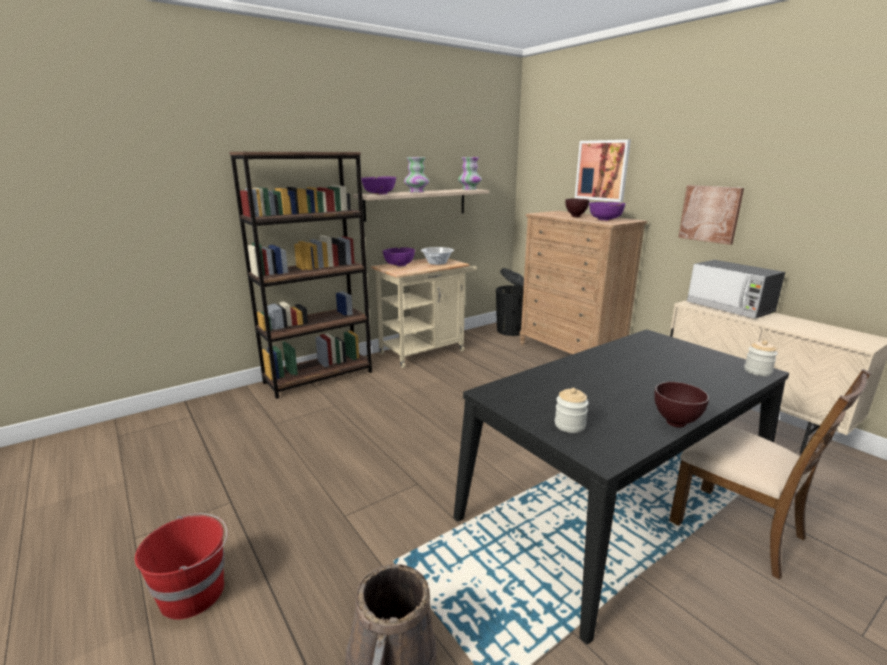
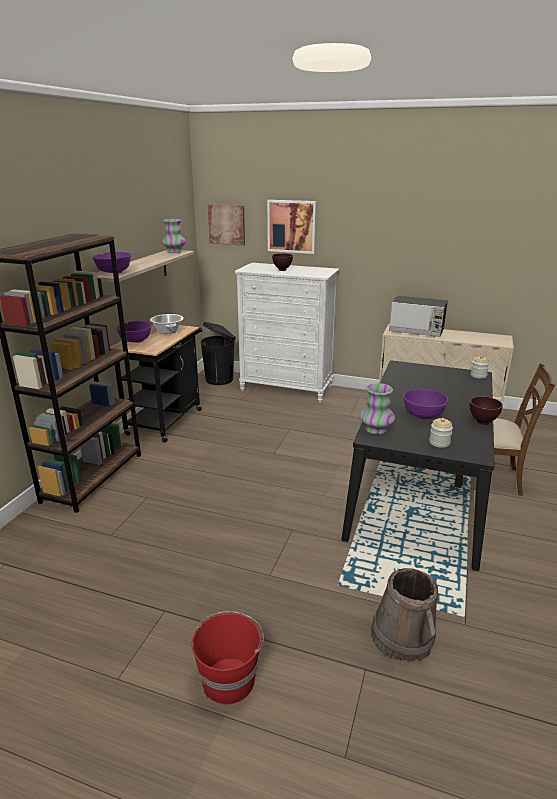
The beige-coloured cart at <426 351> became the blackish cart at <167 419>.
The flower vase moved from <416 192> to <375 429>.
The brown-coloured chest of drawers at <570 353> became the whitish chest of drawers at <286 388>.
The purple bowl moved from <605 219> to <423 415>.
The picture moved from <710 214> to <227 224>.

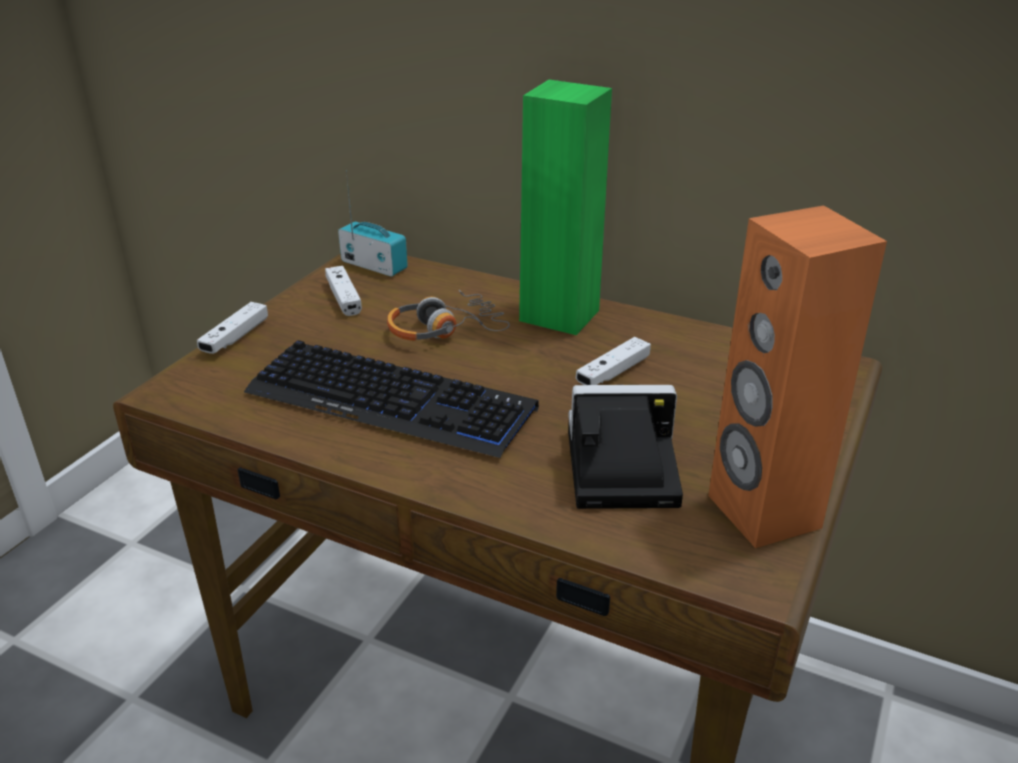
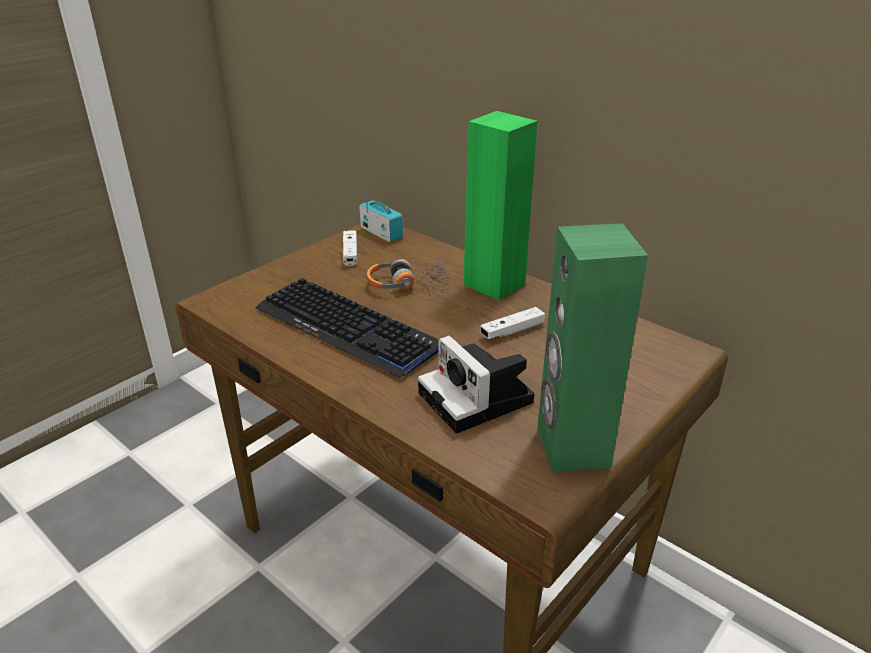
The whitish joypad at <235 337> disappeared.
The still camera at <616 469> turned 135 degrees counterclockwise.
The orangey audio speaker at <762 512> became the greenish audio speaker at <571 448>.

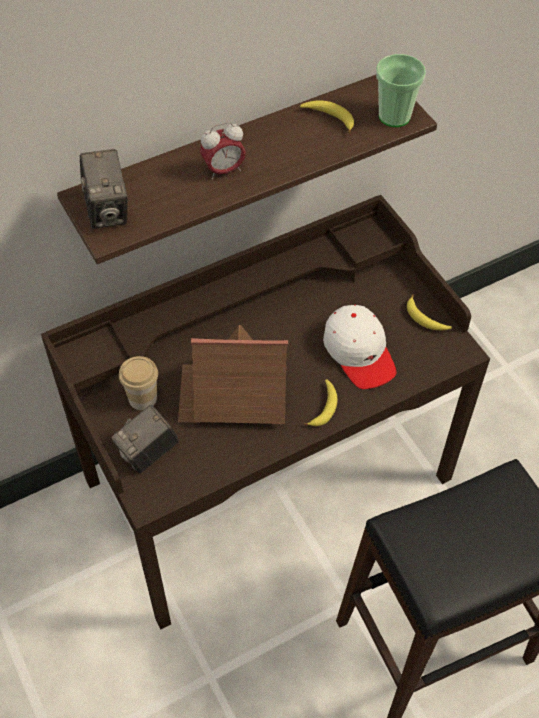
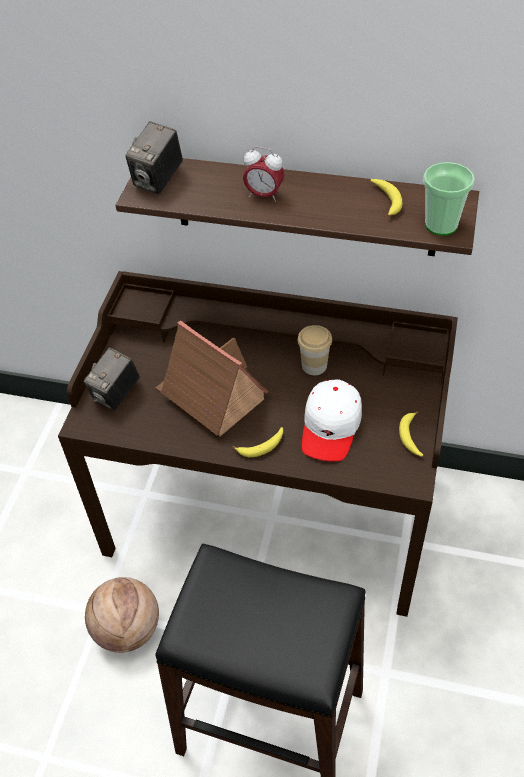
The still camera at <148 453> turned 60 degrees counterclockwise.
The small cup moved from <142 398> to <314 365>.
The ball for basketball at <128 629> appeared.

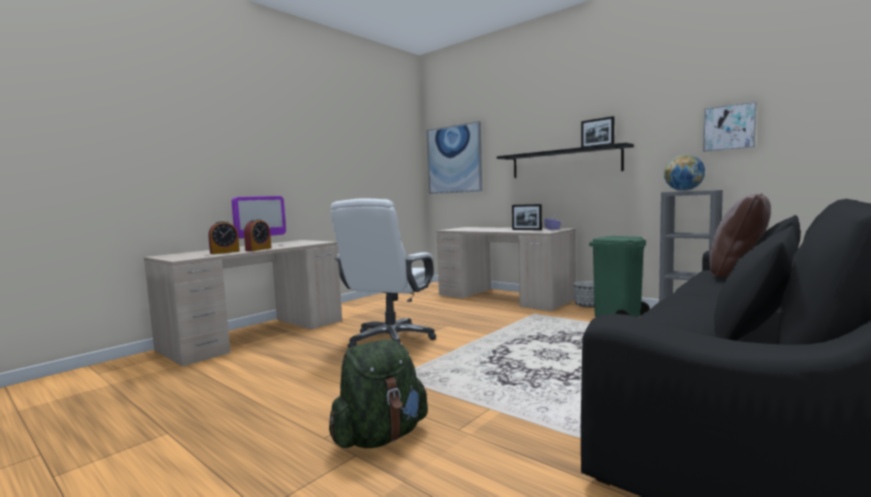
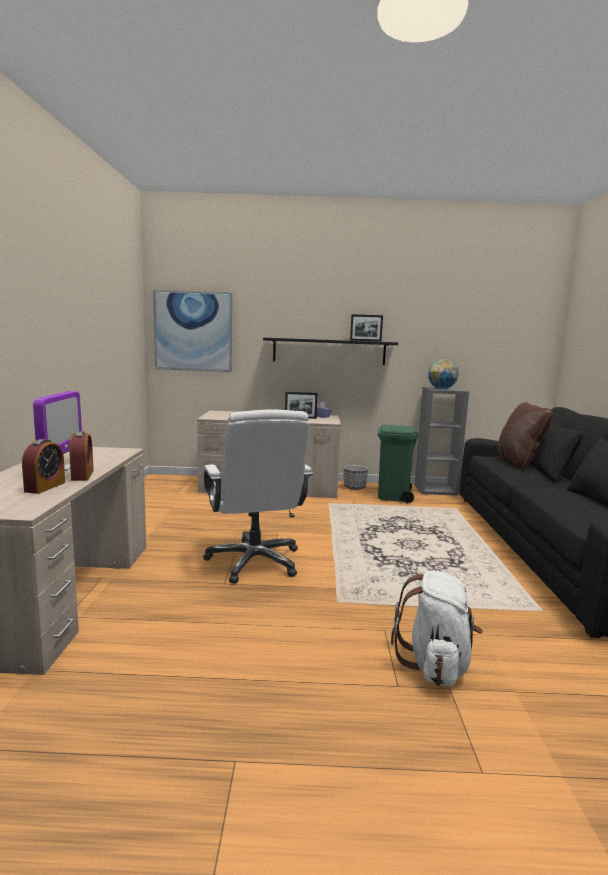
The greenish backpack at <380 437> became the whitish backpack at <435 664>.
The picture at <729 127> disappeared.

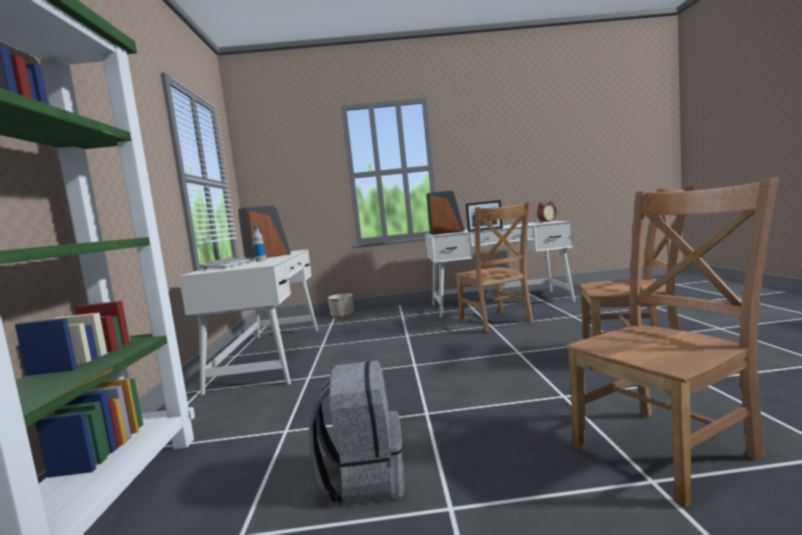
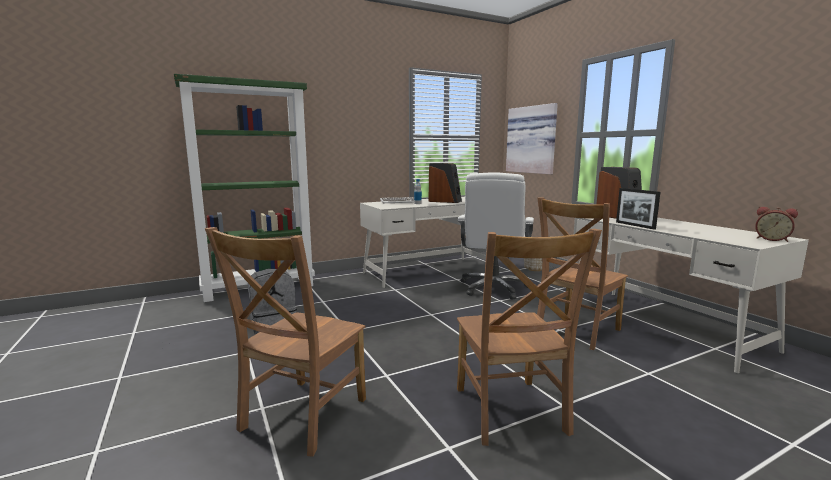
The brown-coloured upright chair at <668 449> turned 75 degrees clockwise.
The whitish computer chair at <493 288> appeared.
The picture at <532 140> appeared.

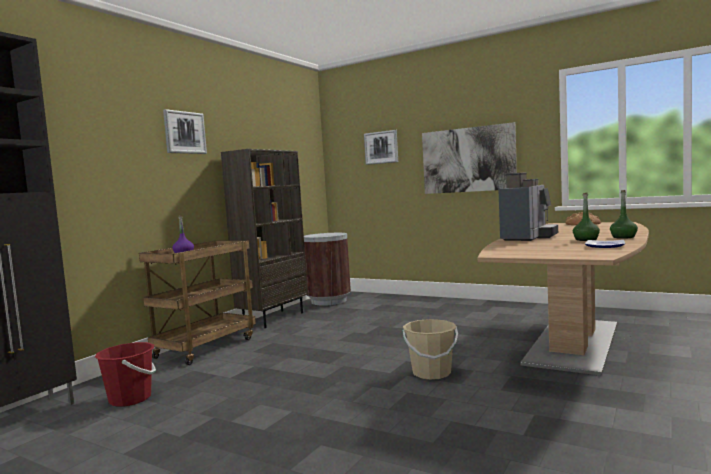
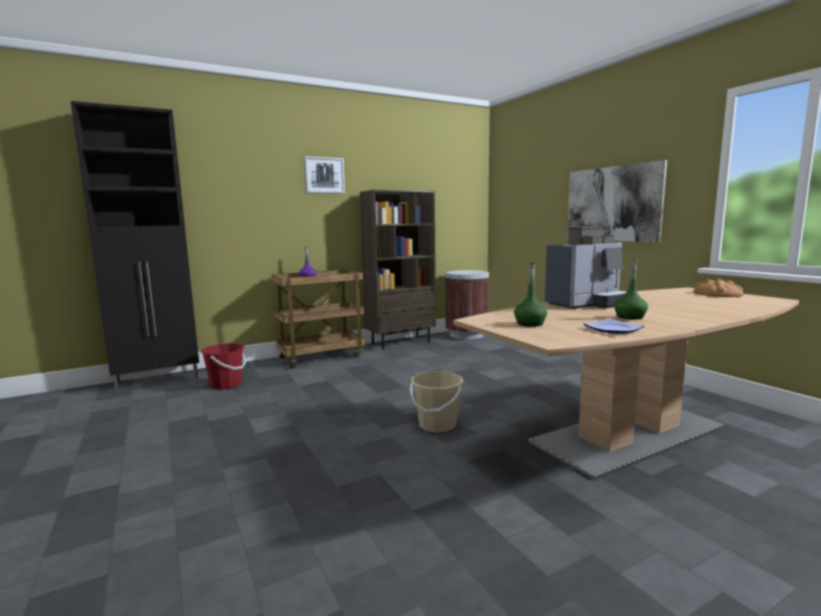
The picture at <381 147> disappeared.
The greenish bottle moved from <623 237> to <530 324>.

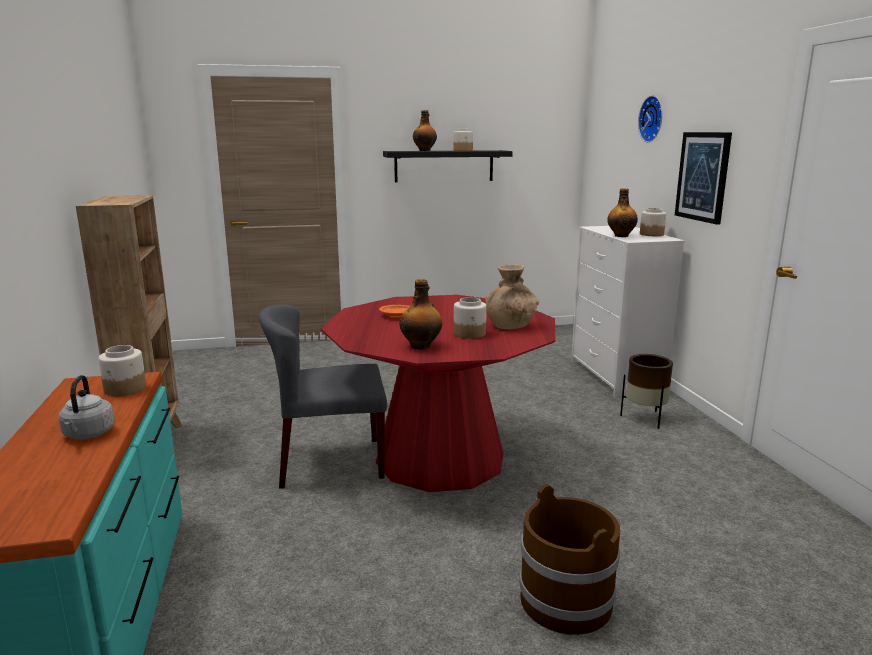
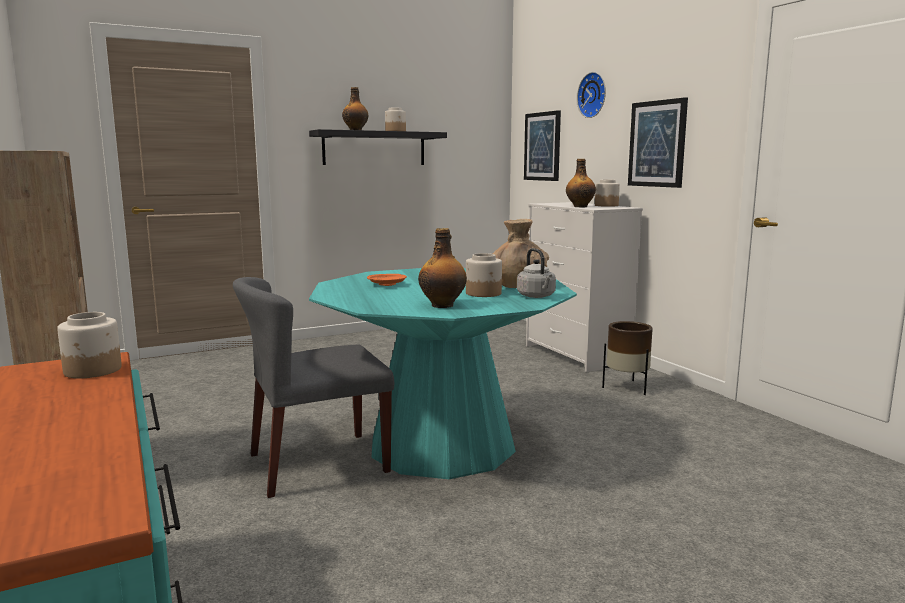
The grey tea kettle moved from <88 434> to <537 296>.
The red-coloured dining table at <440 458> became the turquoise-coloured dining table at <442 445>.
The brown-coloured water bucket at <566 601> disappeared.
The picture at <542 146> appeared.

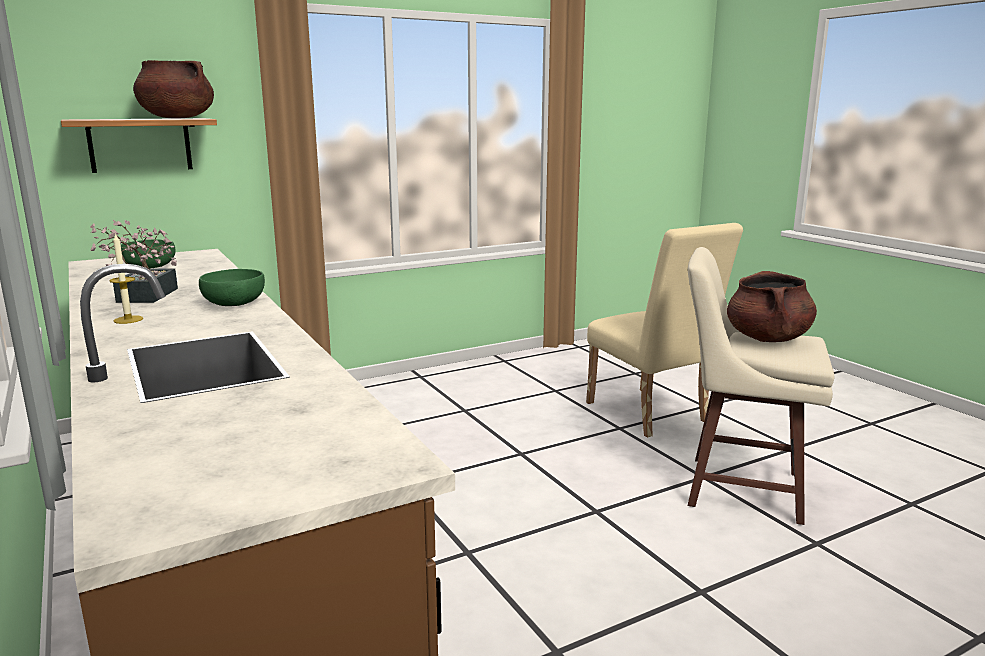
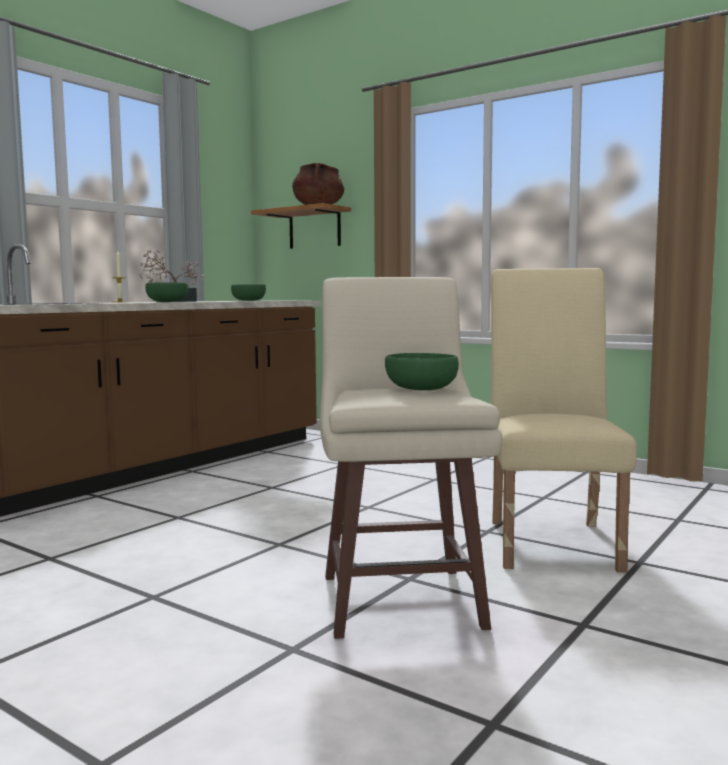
The beige-coloured upright chair at <651 415> turned 150 degrees clockwise.
The brown-coloured saucepot at <768 338> was replaced by the greenish bowl at <420 389>.

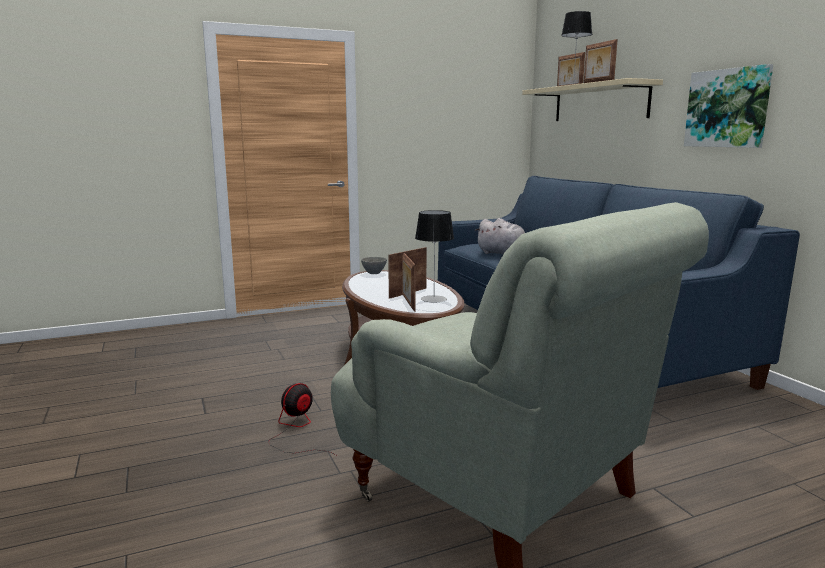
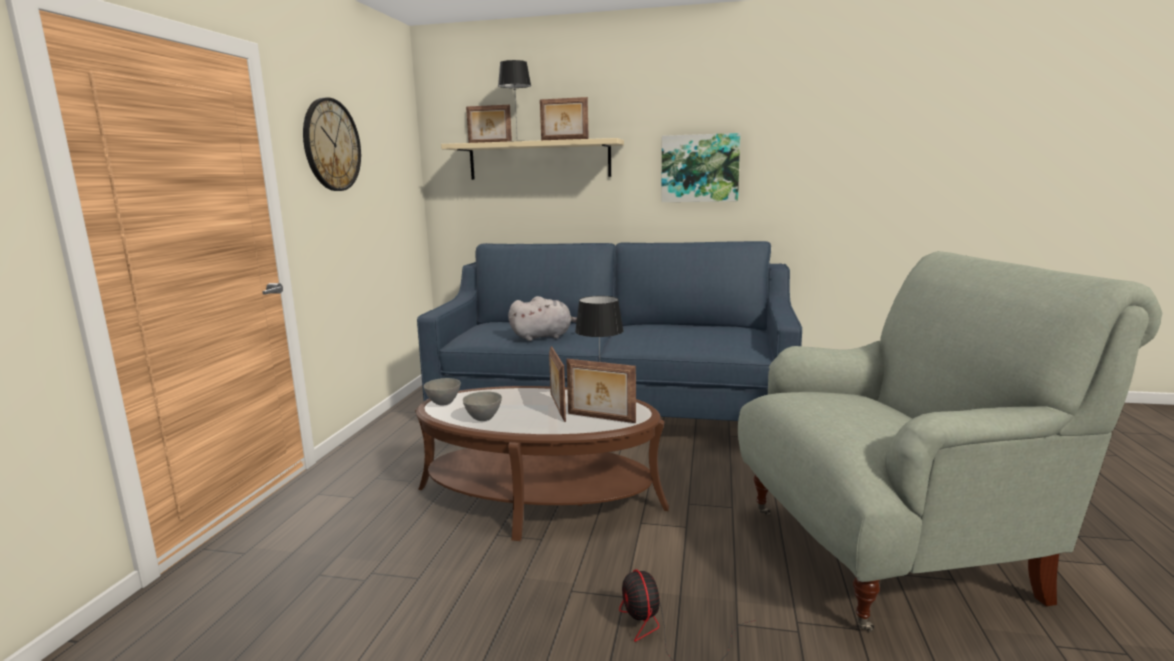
The hanging clock at <331 145> appeared.
The grey bowl at <483 419> appeared.

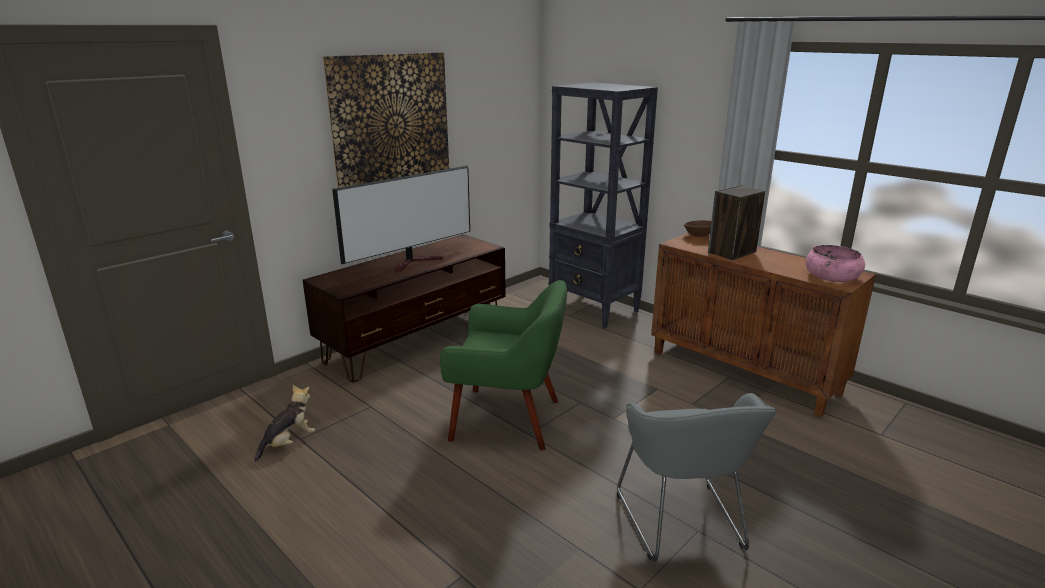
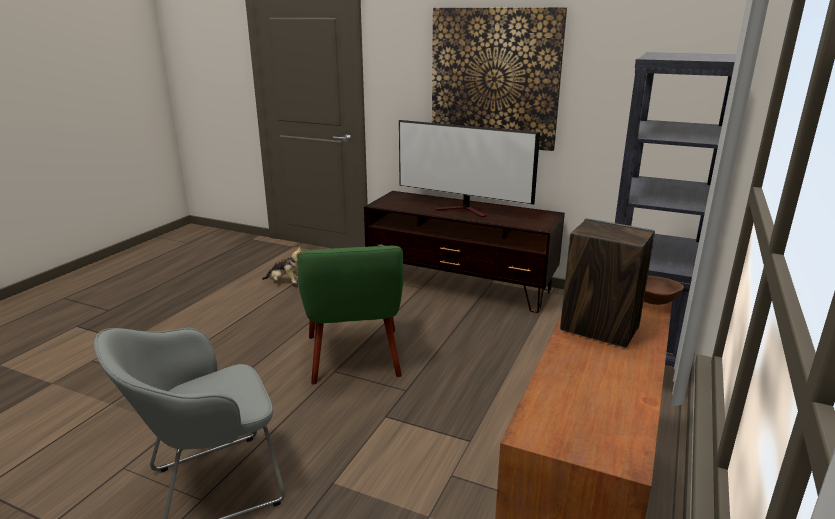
The pink bowl at <831 276> disappeared.

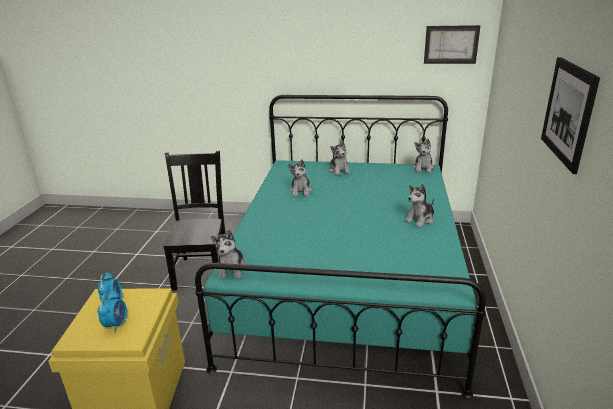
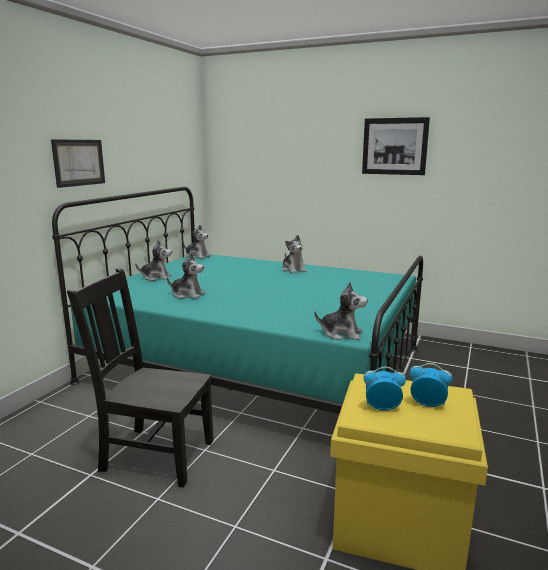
The picture moved from <451 44> to <79 162>.

